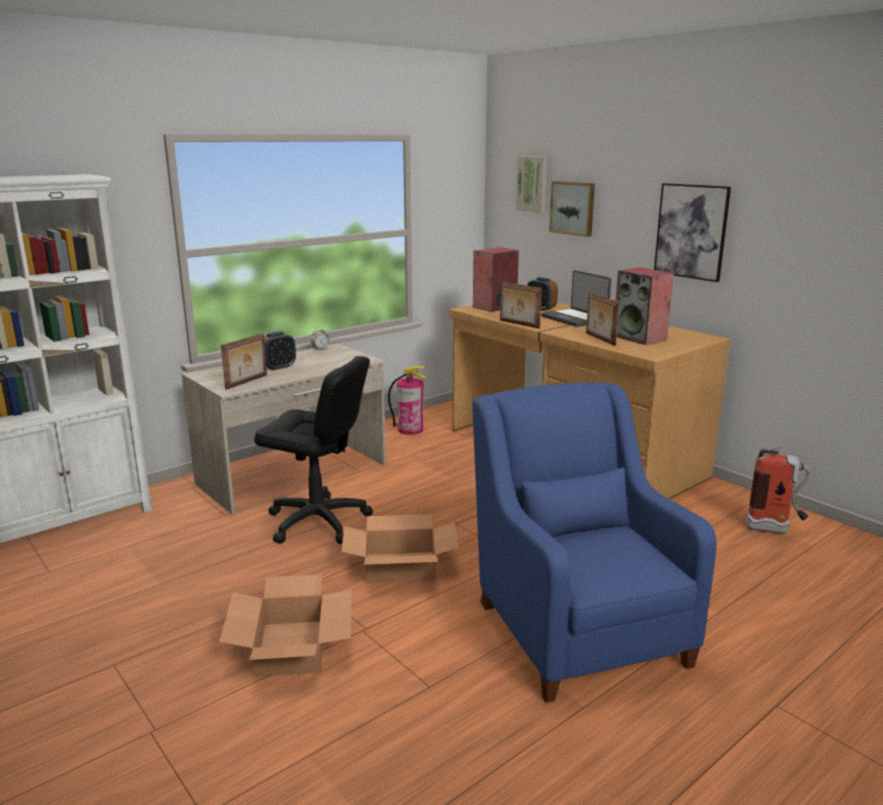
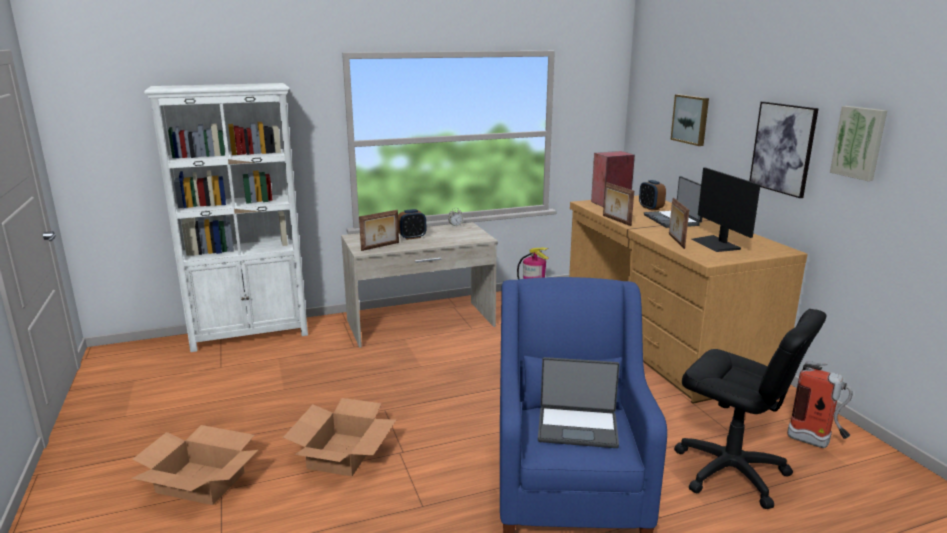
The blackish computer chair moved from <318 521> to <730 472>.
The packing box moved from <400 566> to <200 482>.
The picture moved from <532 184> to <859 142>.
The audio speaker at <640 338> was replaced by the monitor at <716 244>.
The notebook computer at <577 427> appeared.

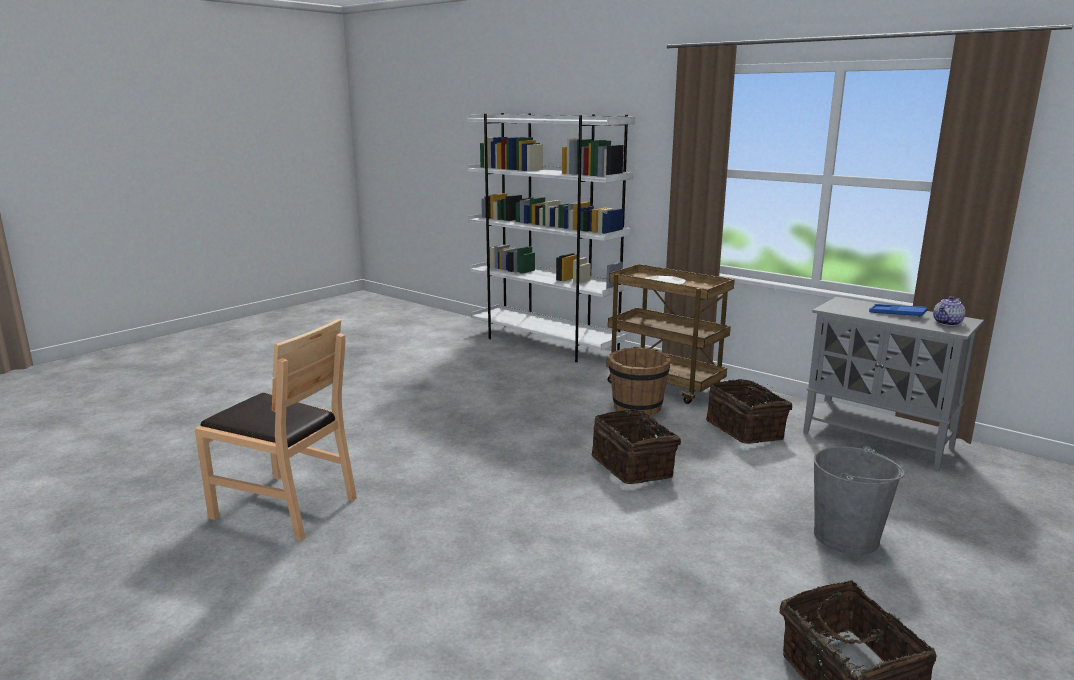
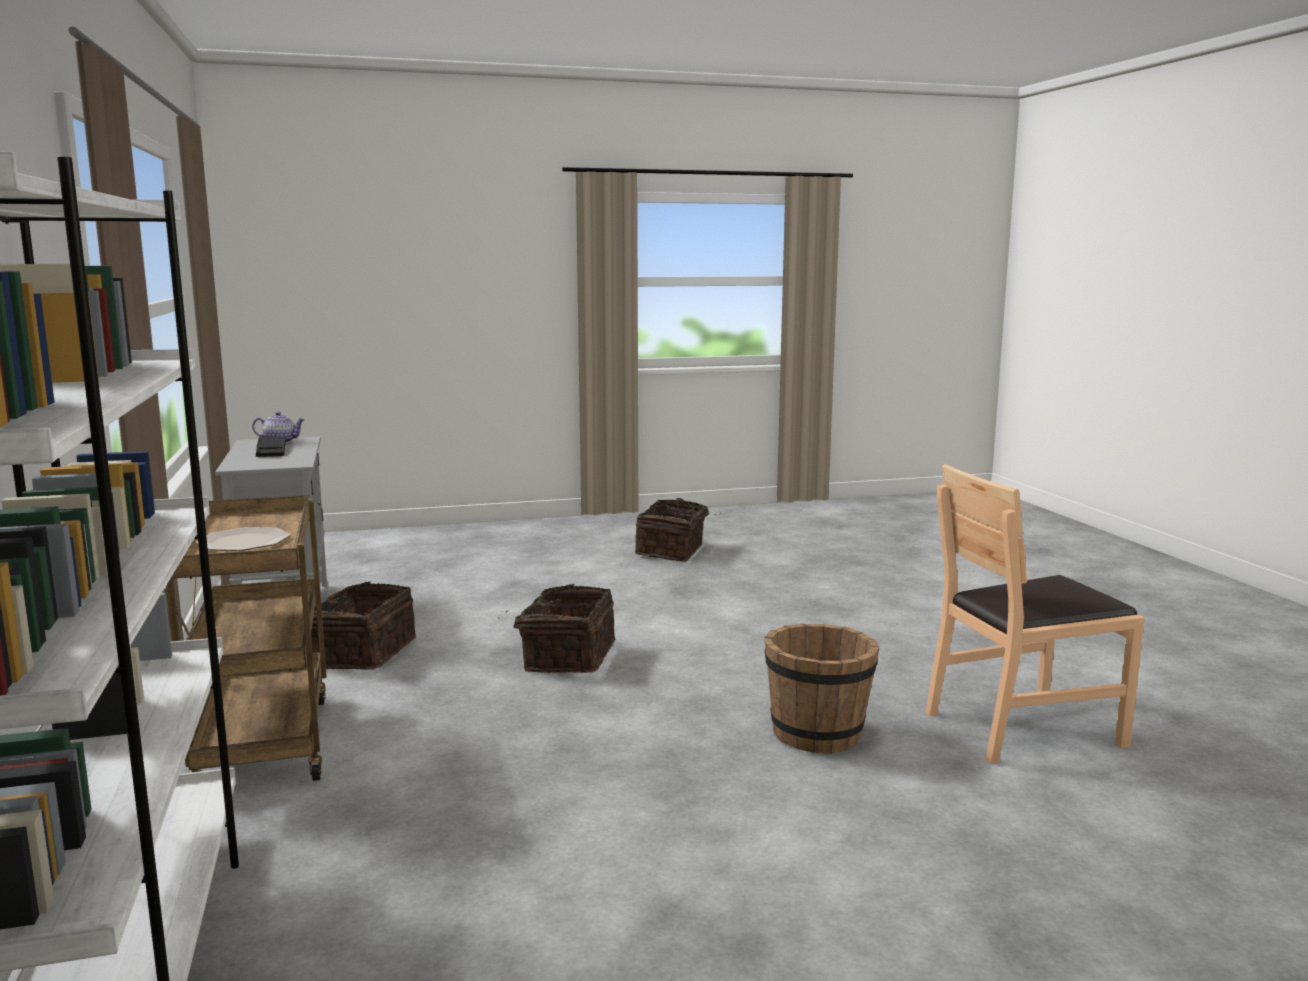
The brown-coloured upright chair at <285 507> turned 75 degrees counterclockwise.
The brown-coloured water bucket moved from <637 408> to <817 734>.
The grey water bucket at <846 537> disappeared.
The blue-coloured tray at <897 314> became the blackish tray at <271 451>.

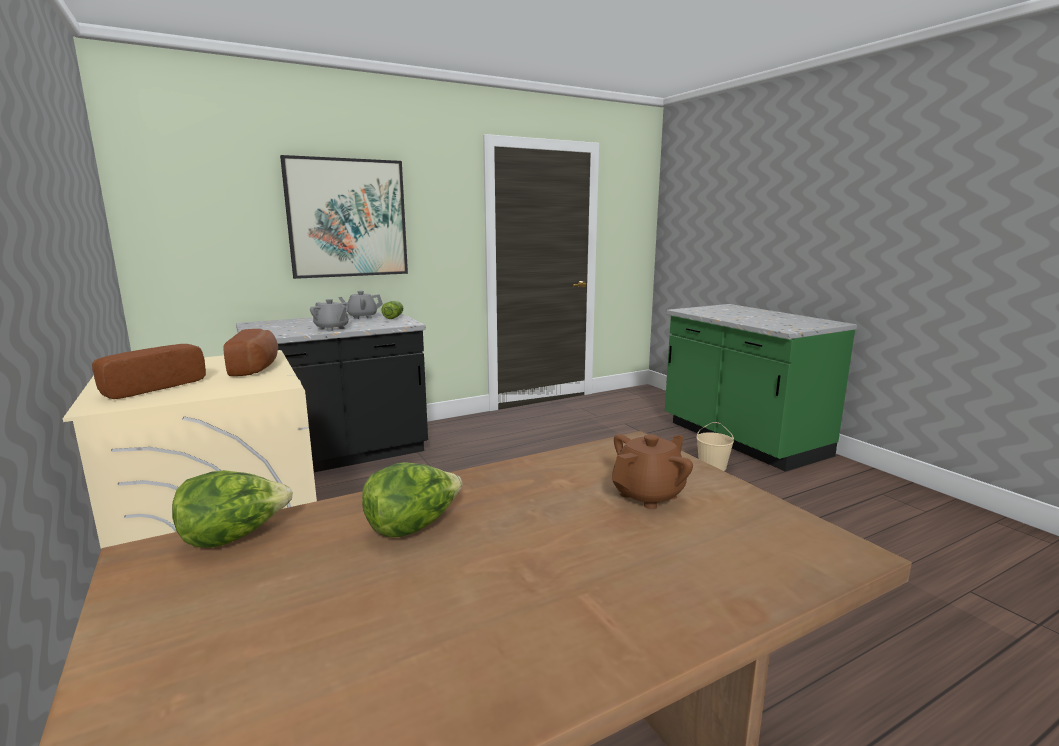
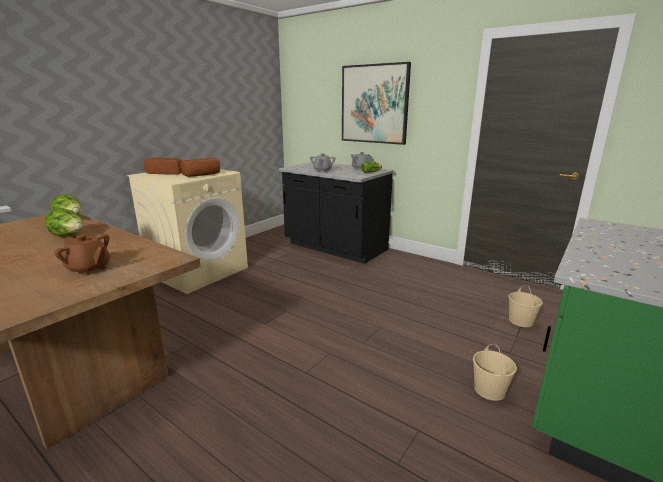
The beige-coloured water bucket at <521 321> appeared.

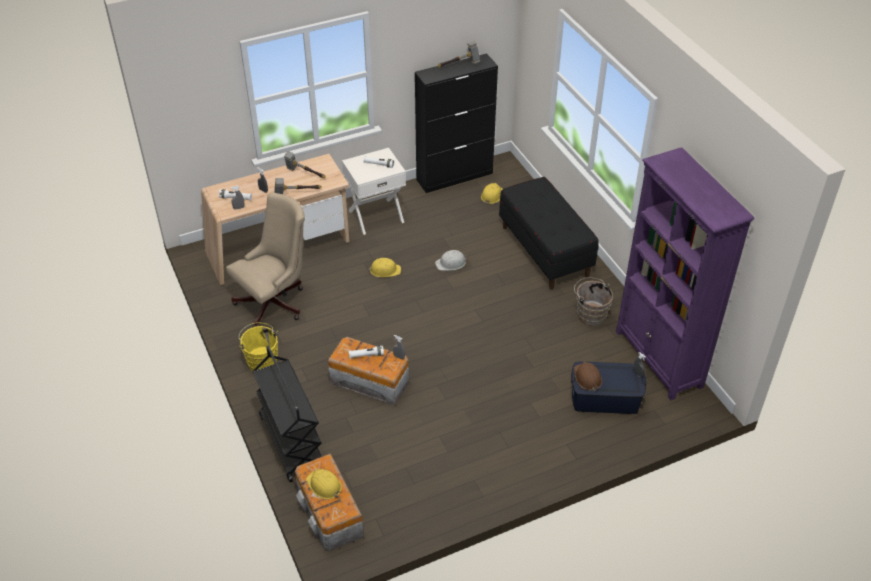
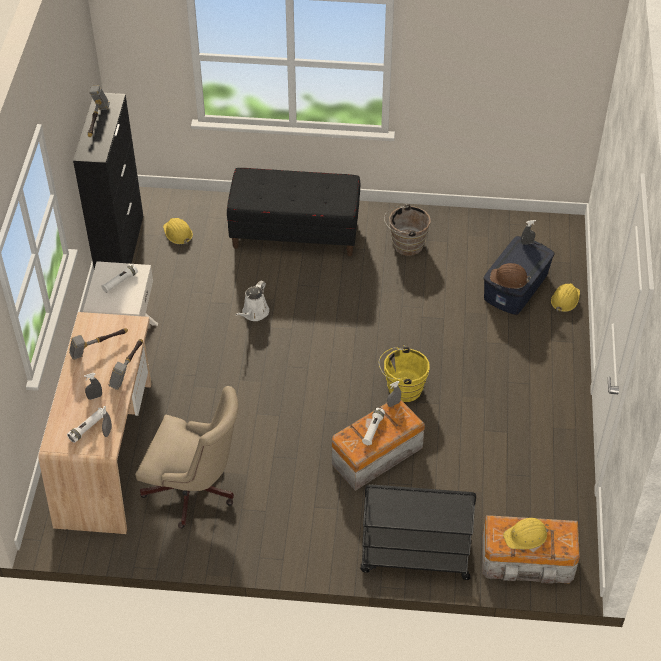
The beige-coloured computer chair at <275 302> turned 120 degrees clockwise.
The yellow-coloured water bucket moved from <262 360> to <402 388>.
The yellow-coloured safety helmet moved from <385 270> to <565 299>.
The whitish safety helmet at <451 263> was replaced by the whitish watering can at <254 313>.
The purple shelving unit at <659 359> disappeared.

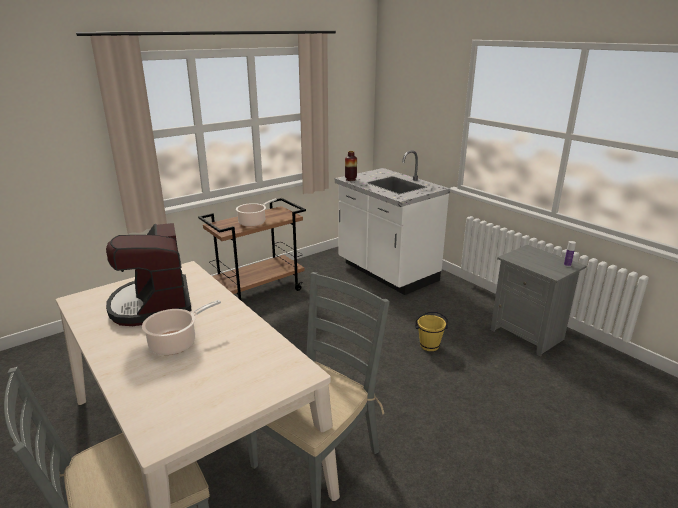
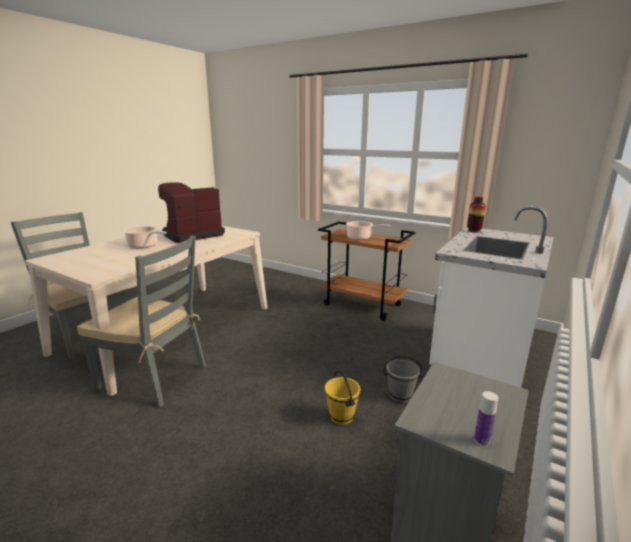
The grey water bucket at <400 396> appeared.

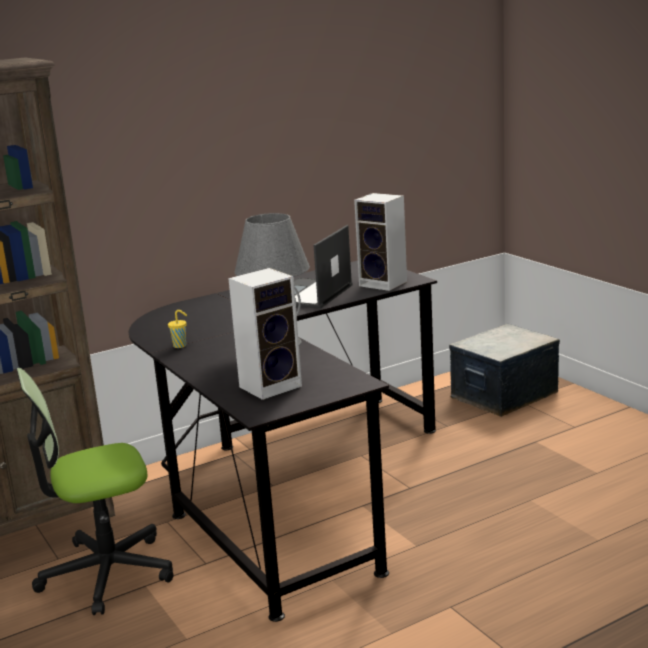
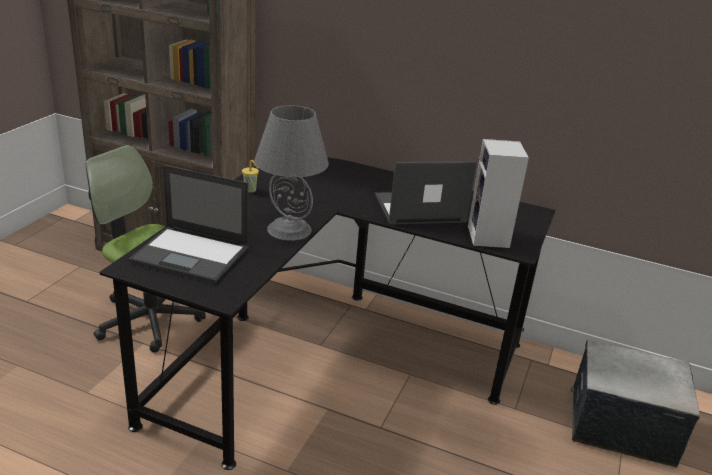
The audio speaker at <271 385> was replaced by the notebook computer at <192 255>.

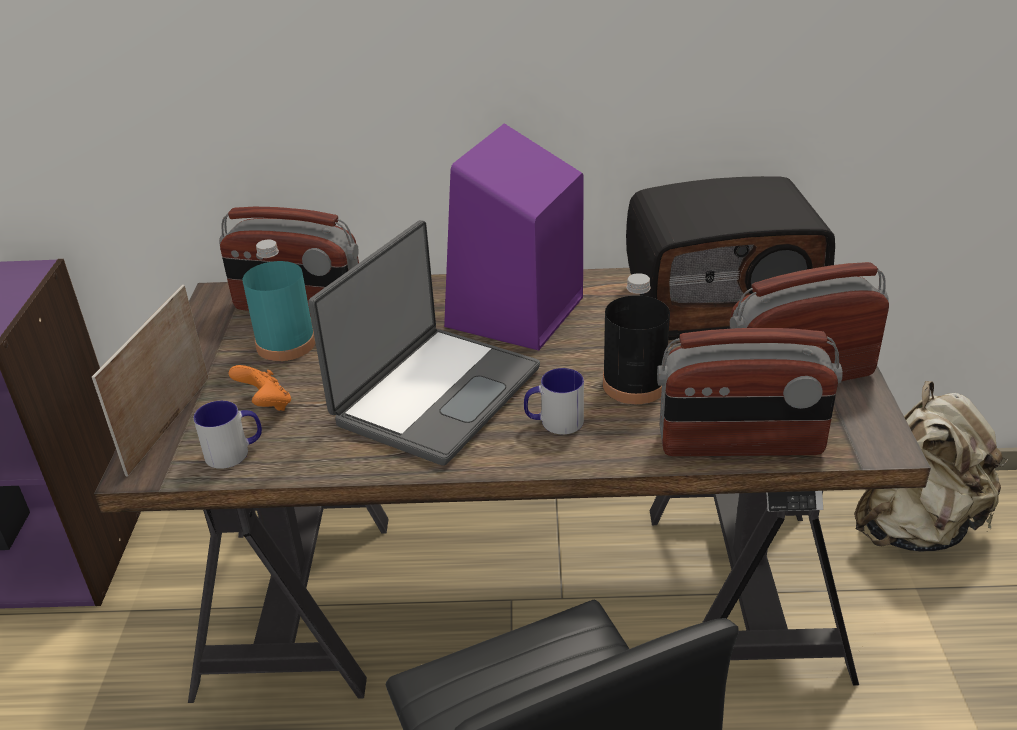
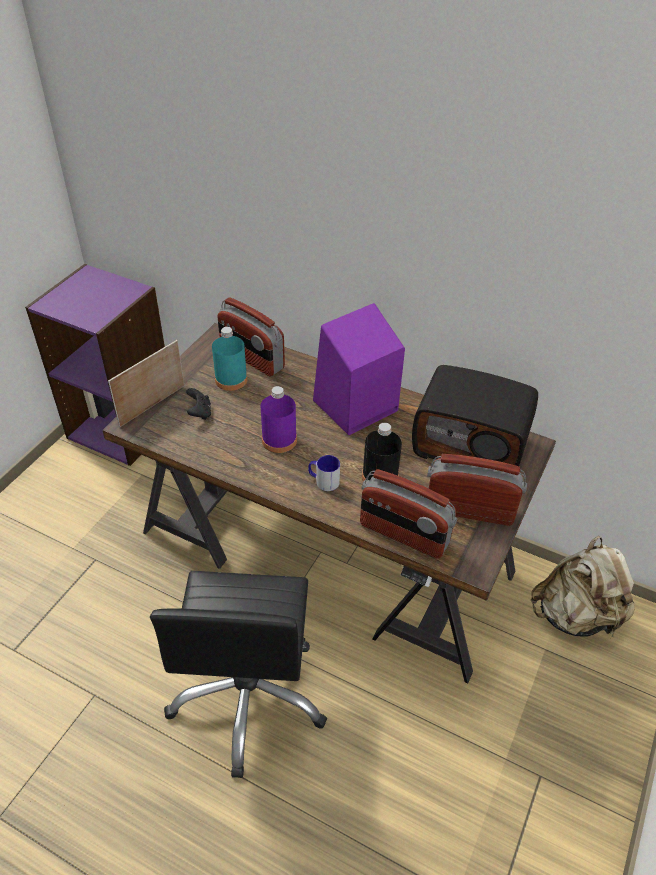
The coffee mug at <235 452> disappeared.
The orangey joypad at <266 405> became the blackish joypad at <199 413>.
The notebook computer at <435 394> was replaced by the purple bottle at <279 440>.

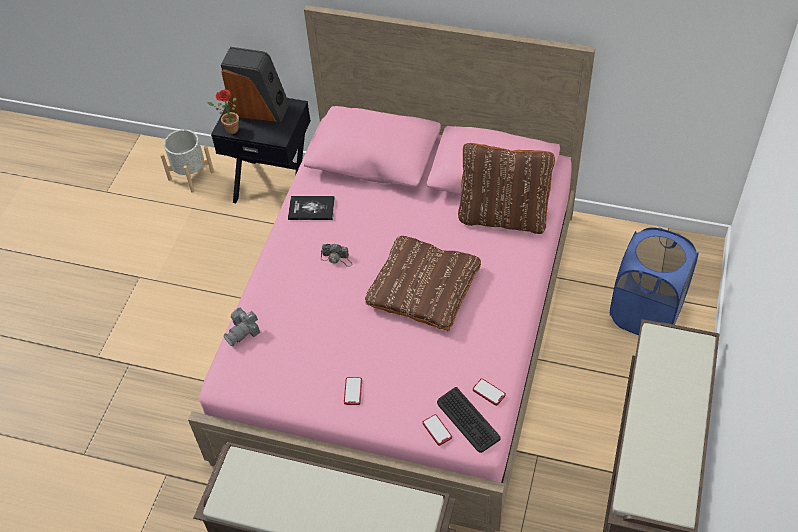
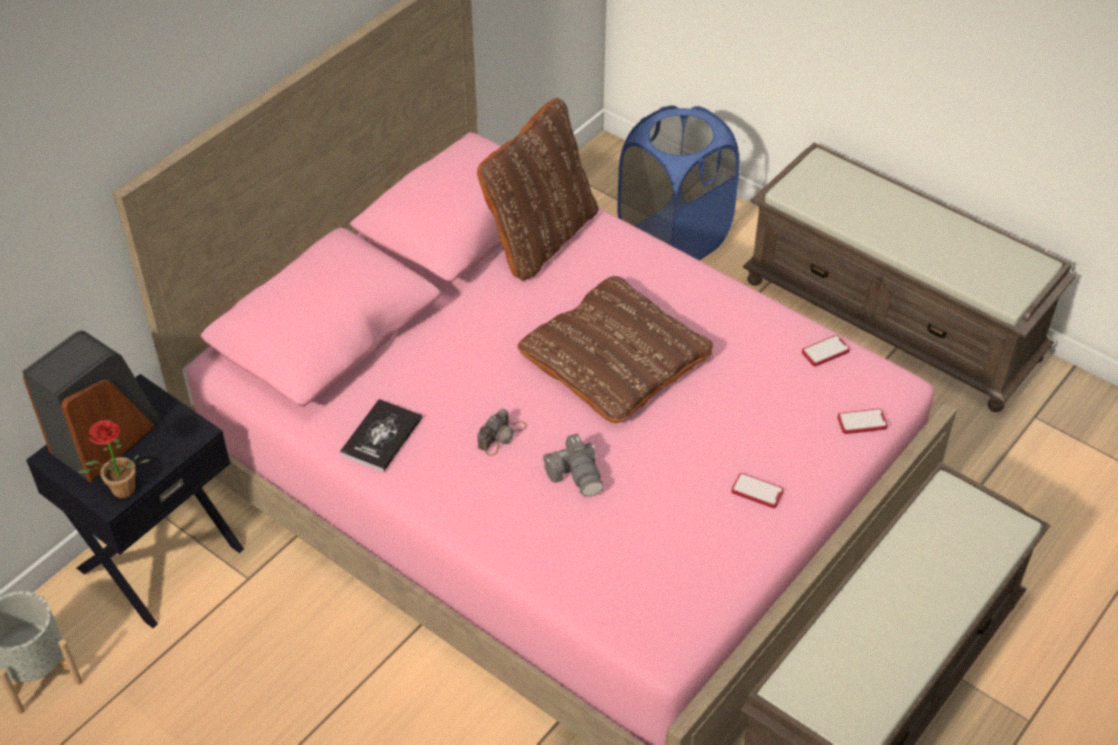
The still camera moved from <243 331> to <576 475>.
The keyboard at <467 420> disappeared.

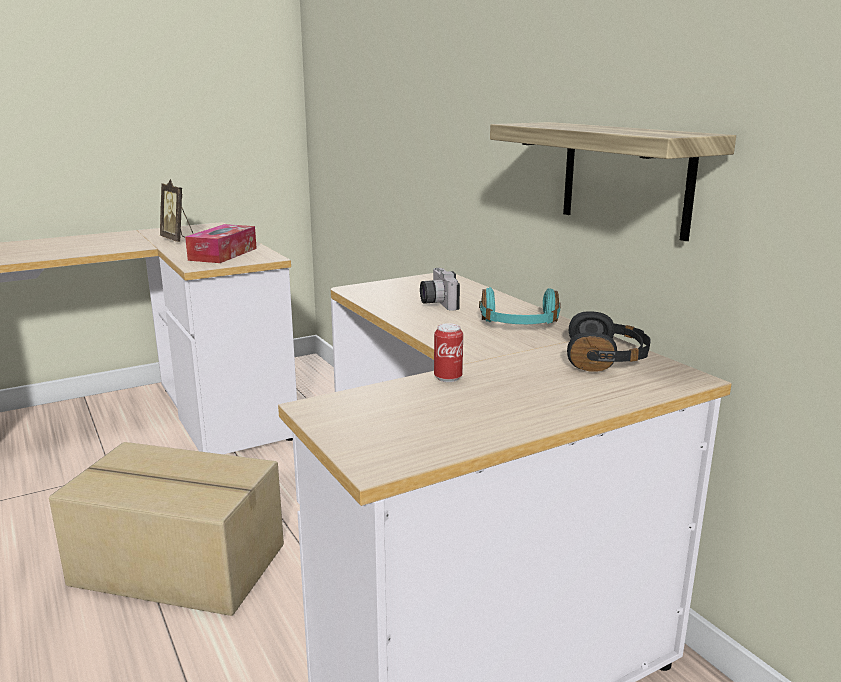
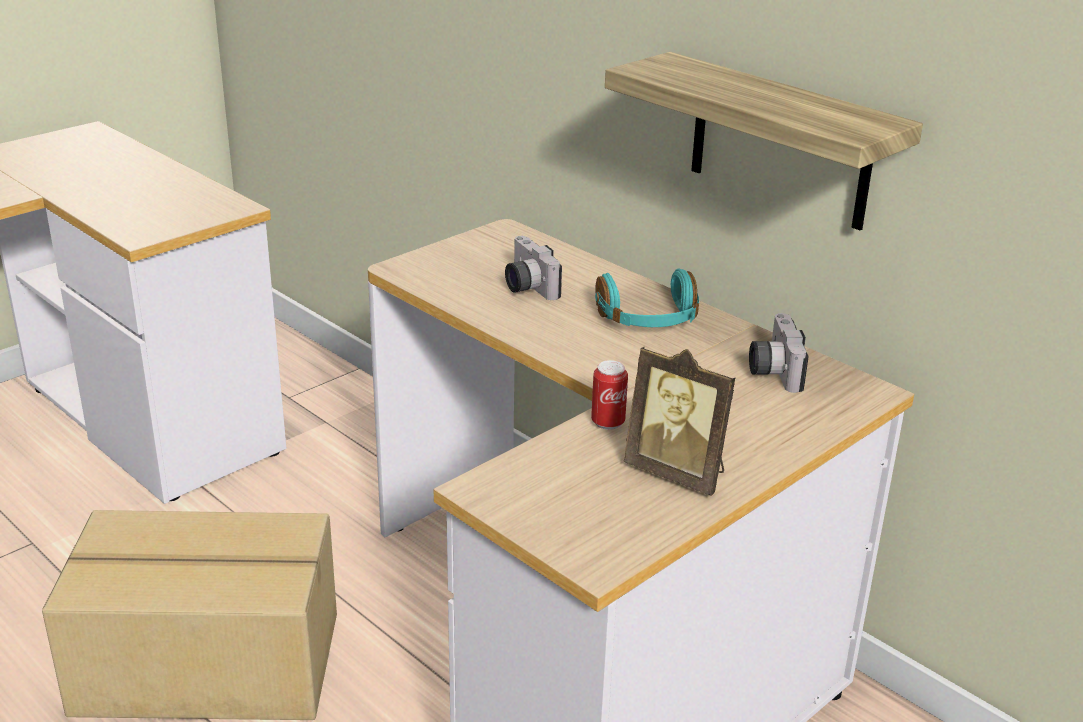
The standing frame moved from <178 240> to <678 472>.
The box of tissues at <223 254> disappeared.
The blackish pair of headphones at <606 359> was replaced by the still camera at <772 370>.

